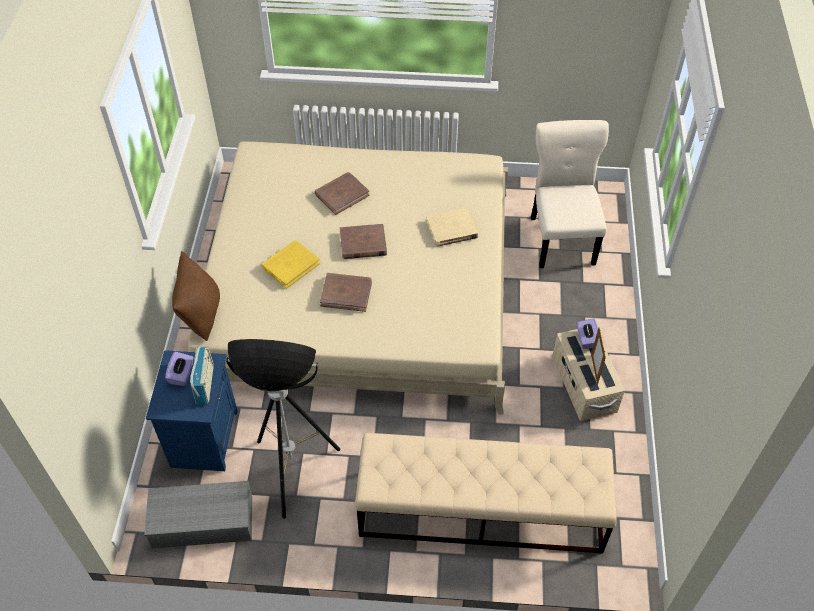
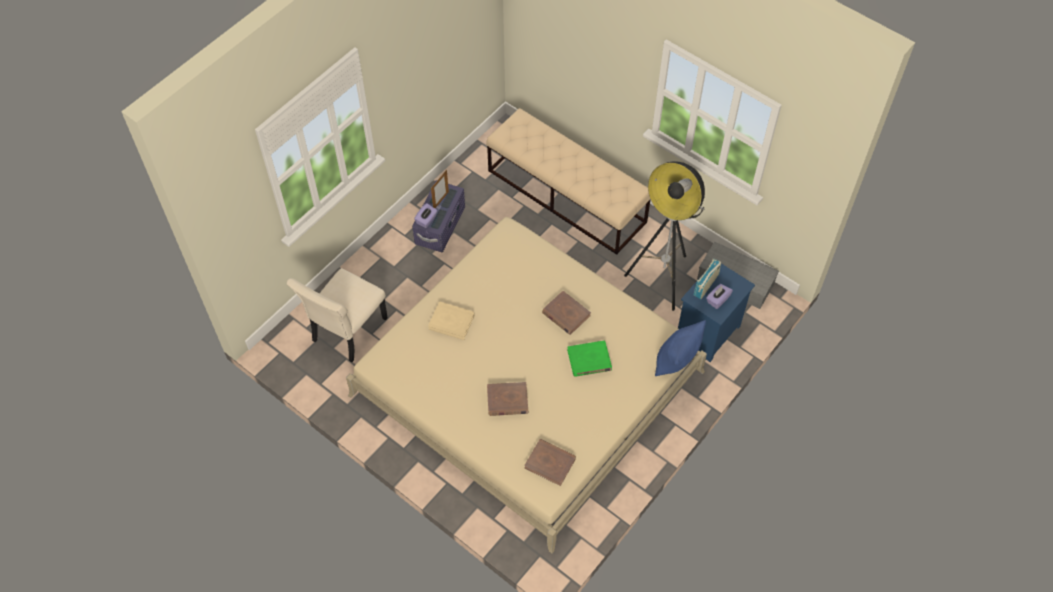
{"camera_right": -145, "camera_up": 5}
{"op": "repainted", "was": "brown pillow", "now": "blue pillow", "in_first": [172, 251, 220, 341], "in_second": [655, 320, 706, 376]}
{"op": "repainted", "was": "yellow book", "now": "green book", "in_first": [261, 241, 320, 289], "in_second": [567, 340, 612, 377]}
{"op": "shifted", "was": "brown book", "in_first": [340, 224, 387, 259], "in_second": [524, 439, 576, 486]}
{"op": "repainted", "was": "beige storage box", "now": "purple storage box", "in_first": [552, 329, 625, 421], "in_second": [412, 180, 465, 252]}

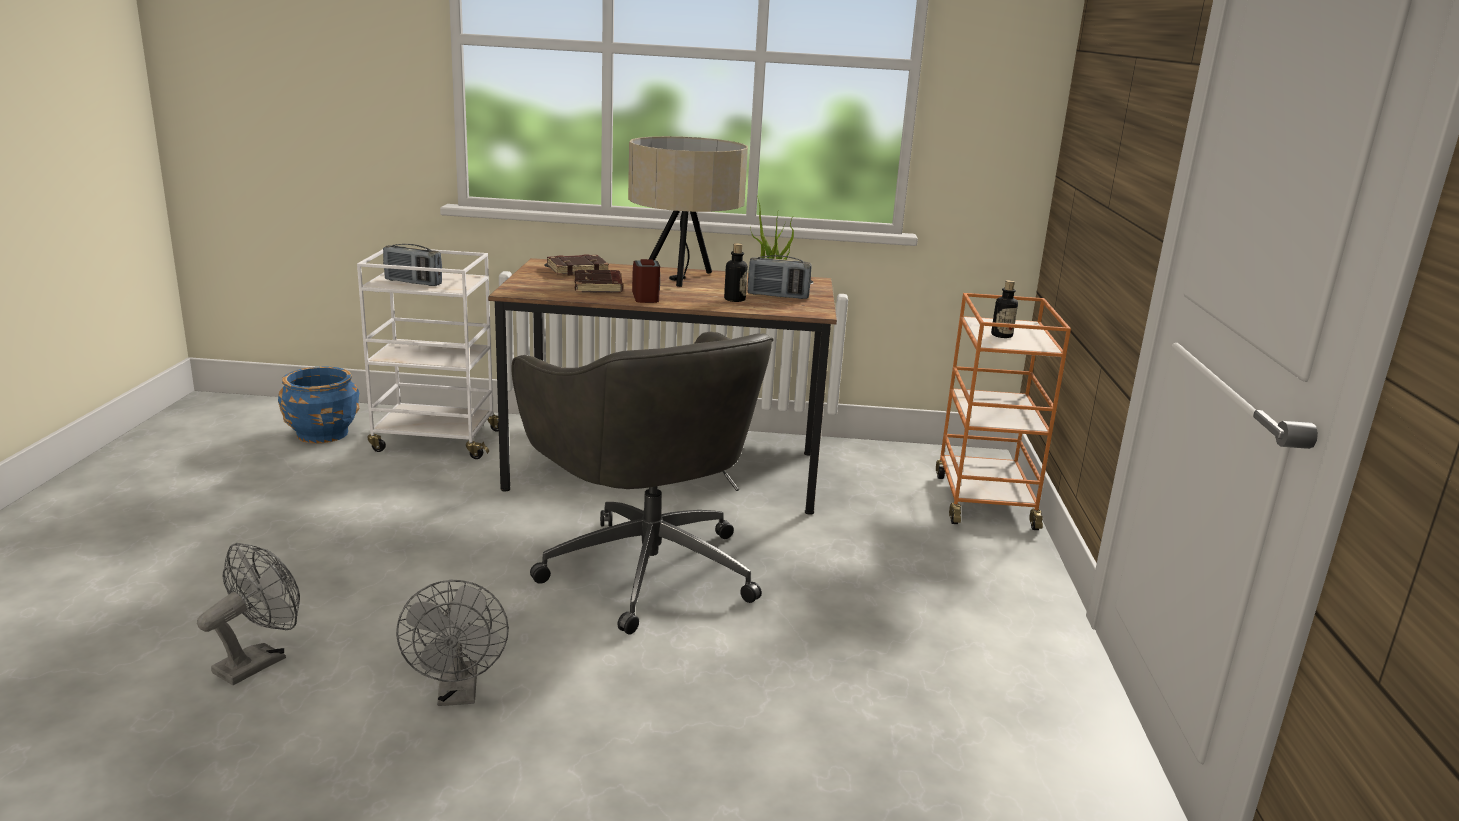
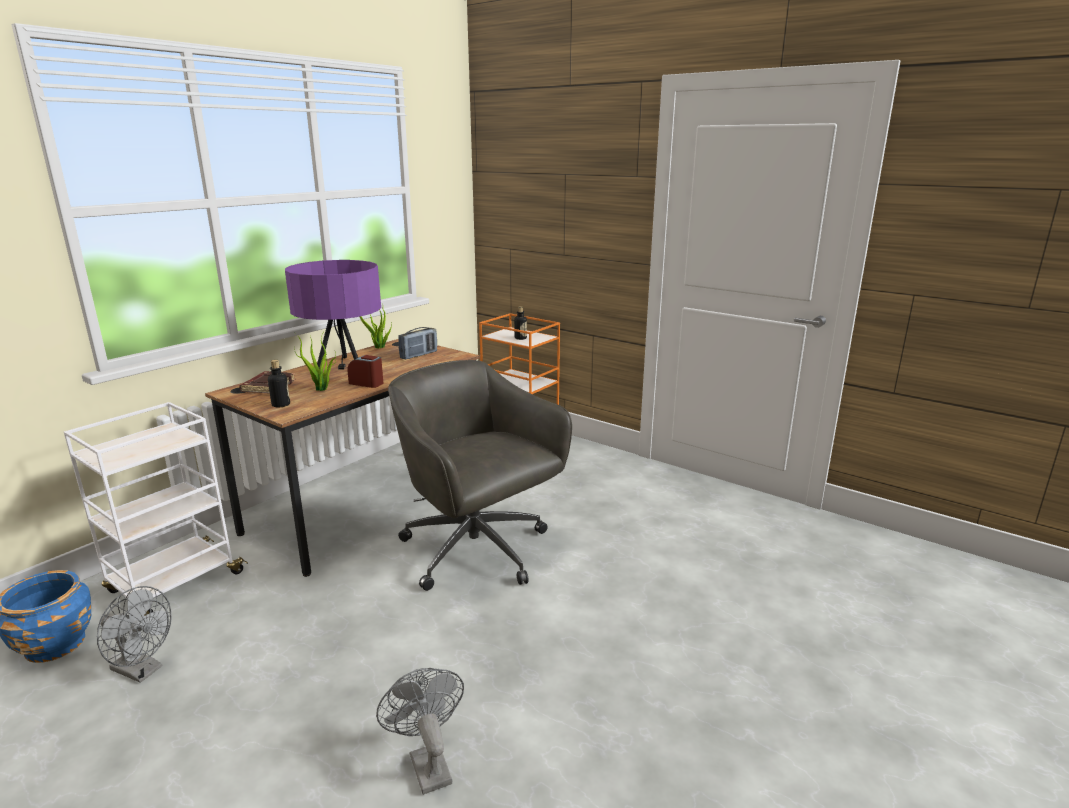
{"camera_right": -55, "camera_up": 0}
{"op": "gone", "was": "radio", "in_first": [383, 244, 442, 286]}
{"op": "shifted", "was": "grey fan", "in_first": [396, 580, 509, 706], "in_second": [97, 586, 172, 683]}
{"op": "rotated", "was": "grey office chair", "in_first": [512, 332, 774, 635], "in_second": [388, 360, 572, 591], "clockwise": -135}
{"op": "swapped", "was": "brown book", "now": "potted plant", "in_first": [575, 269, 623, 293], "in_second": [294, 334, 336, 391]}
{"op": "repainted", "was": "beige table lamp", "now": "purple table lamp", "in_first": [628, 136, 748, 287], "in_second": [285, 260, 381, 370]}
{"op": "shifted", "was": "bottle", "in_first": [724, 243, 748, 302], "in_second": [268, 360, 290, 407]}

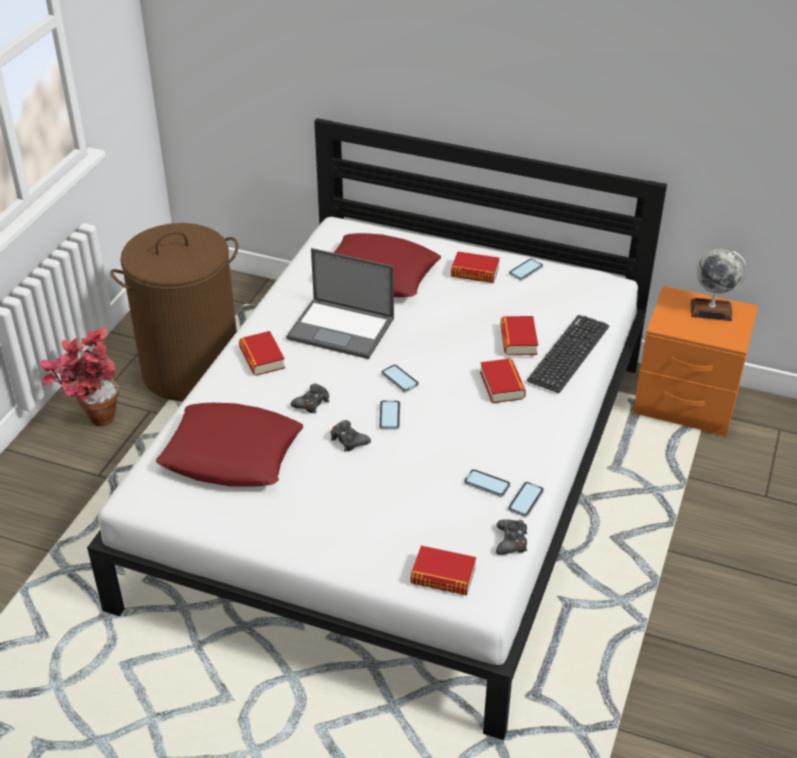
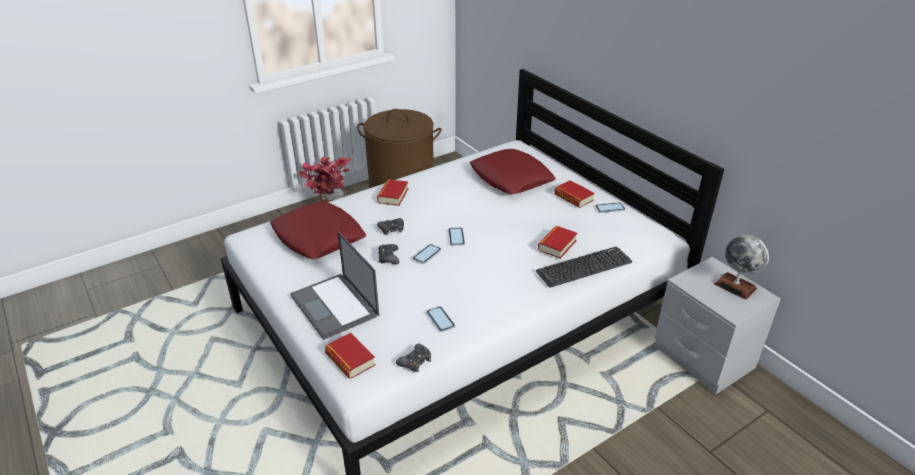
{"camera_right": 35, "camera_up": -5}
{"op": "shifted", "was": "laptop", "in_first": [286, 248, 394, 359], "in_second": [290, 231, 379, 340]}
{"op": "gone", "was": "book", "in_first": [480, 358, 526, 403]}
{"op": "gone", "was": "phone", "in_first": [508, 482, 544, 517]}
{"op": "repainted", "was": "orange nightstand", "now": "grey nightstand", "in_first": [633, 286, 758, 436], "in_second": [654, 257, 781, 395]}

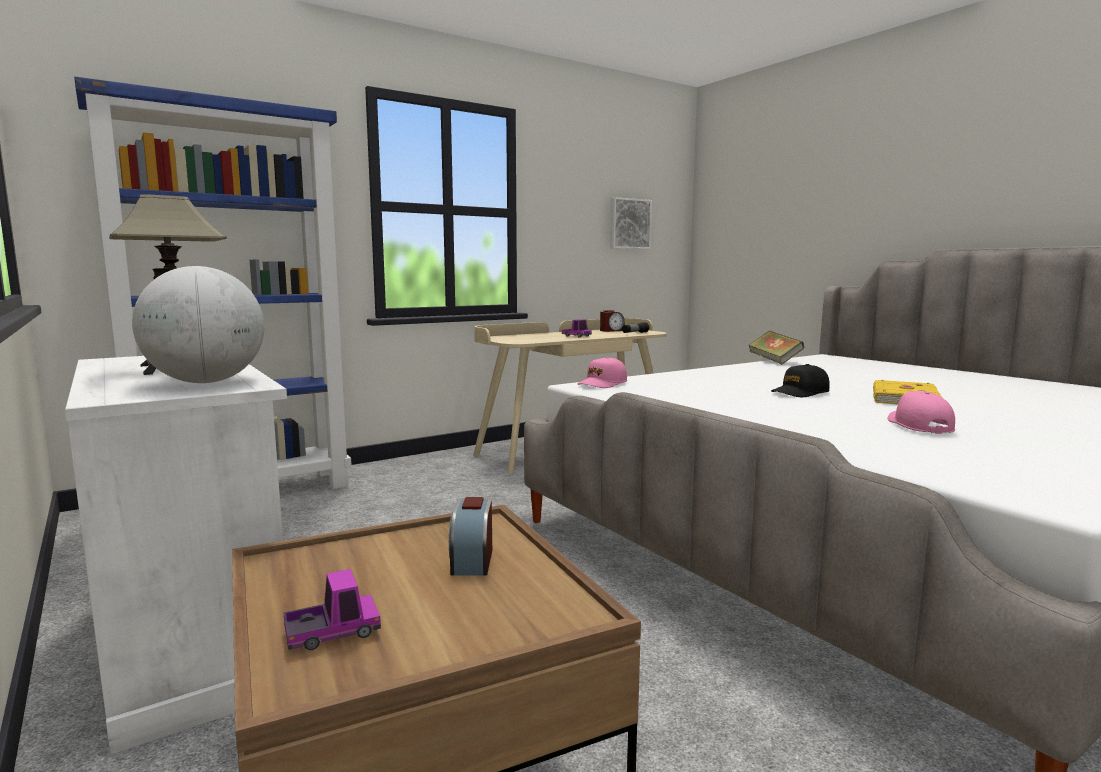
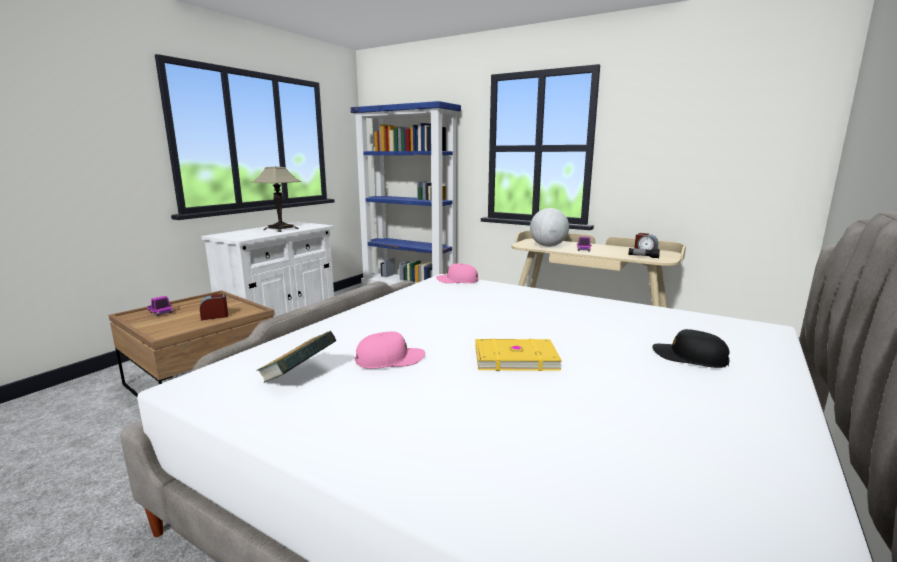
{"camera_right": 65, "camera_up": 5}
{"op": "shifted", "was": "globe", "in_first": [132, 266, 264, 383], "in_second": [530, 208, 569, 247]}
{"op": "gone", "was": "picture", "in_first": [610, 197, 652, 249]}
{"op": "shifted", "was": "book", "in_first": [748, 331, 804, 365], "in_second": [256, 331, 337, 383]}
{"op": "shifted", "was": "black cap", "in_first": [771, 364, 830, 397], "in_second": [652, 329, 730, 368]}

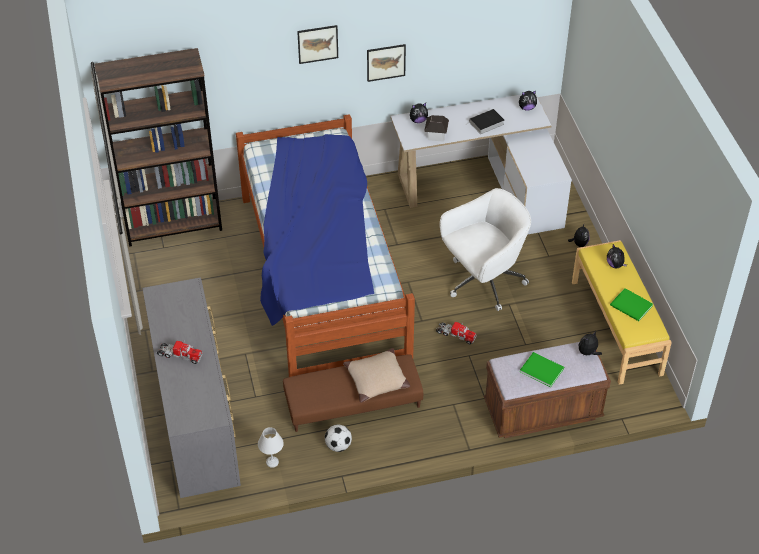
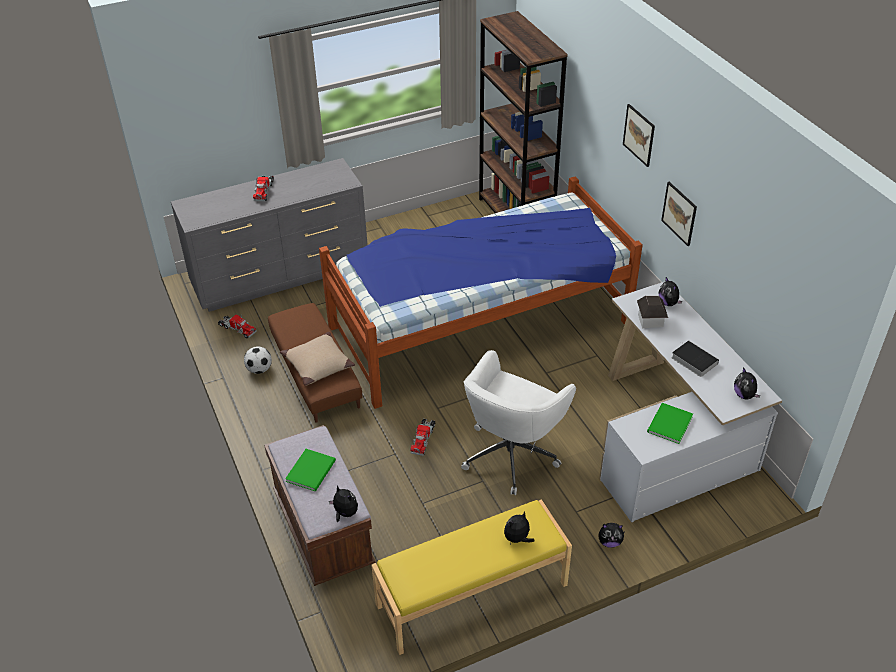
{"camera_right": 80, "camera_up": -5}
{"op": "swapped", "was": "white table lamp", "now": "toy truck", "in_first": [258, 427, 284, 468], "in_second": [218, 315, 257, 338]}
{"op": "rotated", "was": "white office chair", "in_first": [440, 188, 531, 311], "in_second": [461, 350, 576, 495], "clockwise": 75}
{"op": "shifted", "was": "green book", "in_first": [610, 288, 653, 321], "in_second": [647, 403, 693, 444]}

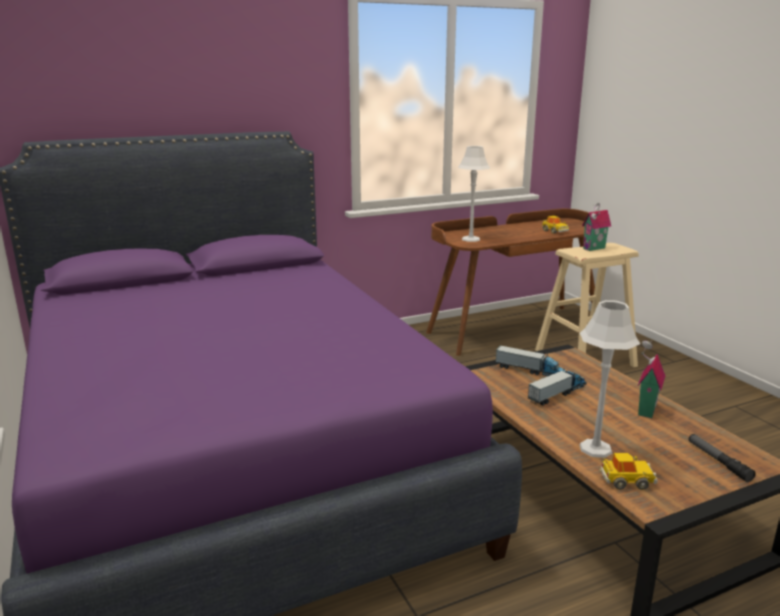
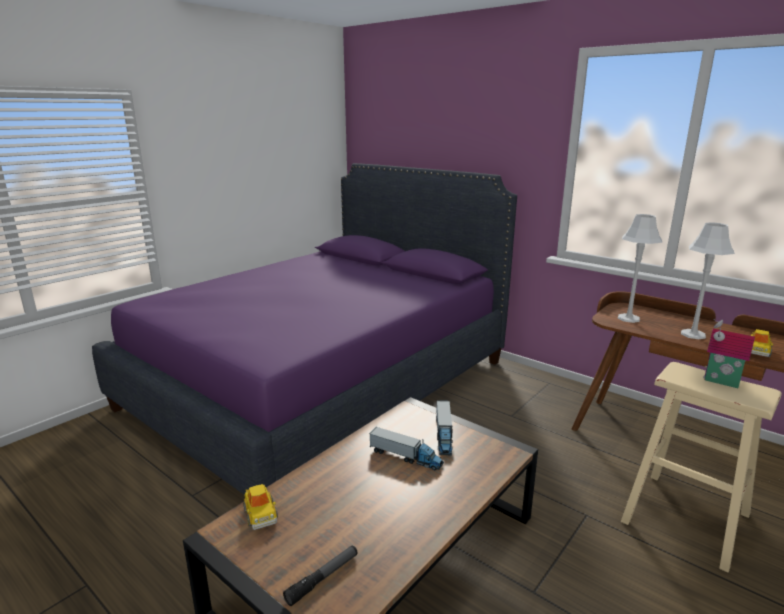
{"camera_right": 65, "camera_up": 0}
{"op": "shifted", "was": "grey table lamp", "in_first": [580, 300, 640, 458], "in_second": [681, 222, 735, 339]}
{"op": "gone", "was": "toy house", "in_first": [638, 341, 665, 418]}

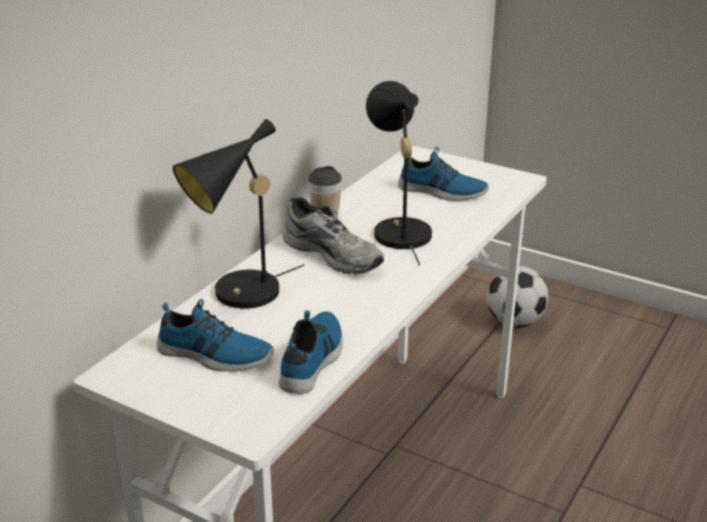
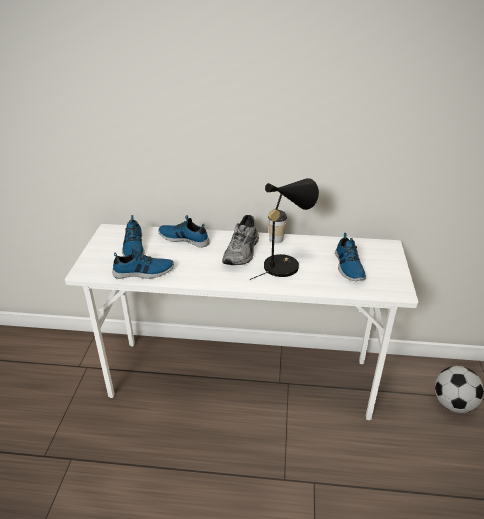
{"camera_right": 65, "camera_up": 5}
{"op": "swapped", "was": "black table lamp", "now": "shoe", "in_first": [173, 119, 304, 309], "in_second": [158, 215, 210, 248]}

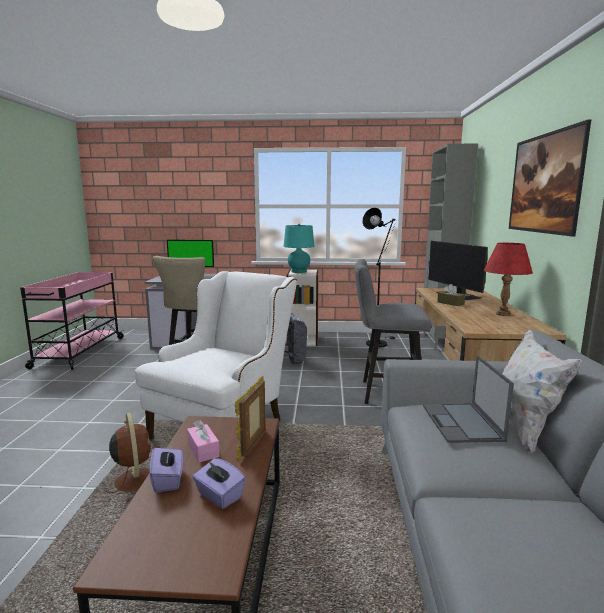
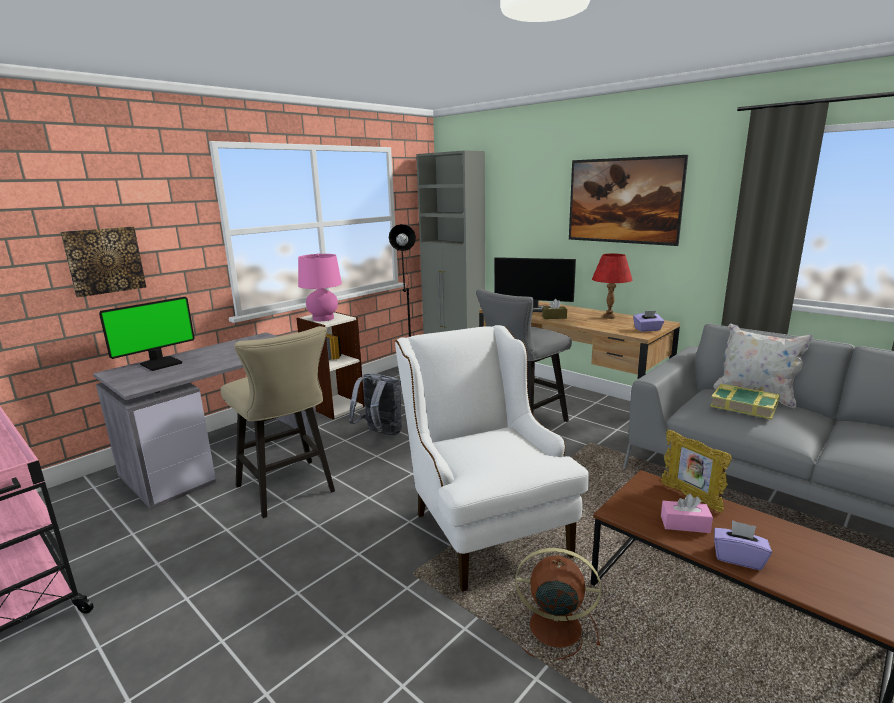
{"camera_right": -50, "camera_up": 5}
{"op": "shifted", "was": "purple tissue box", "in_first": [193, 458, 246, 509], "in_second": [633, 311, 664, 332]}
{"op": "repainted", "was": "turquoise table lamp", "now": "pink table lamp", "in_first": [284, 224, 315, 273], "in_second": [298, 253, 342, 321]}
{"op": "swapped", "was": "laptop", "now": "book", "in_first": [423, 355, 514, 443], "in_second": [710, 384, 780, 420]}
{"op": "new", "now": "picture", "in_second": [60, 227, 146, 297]}

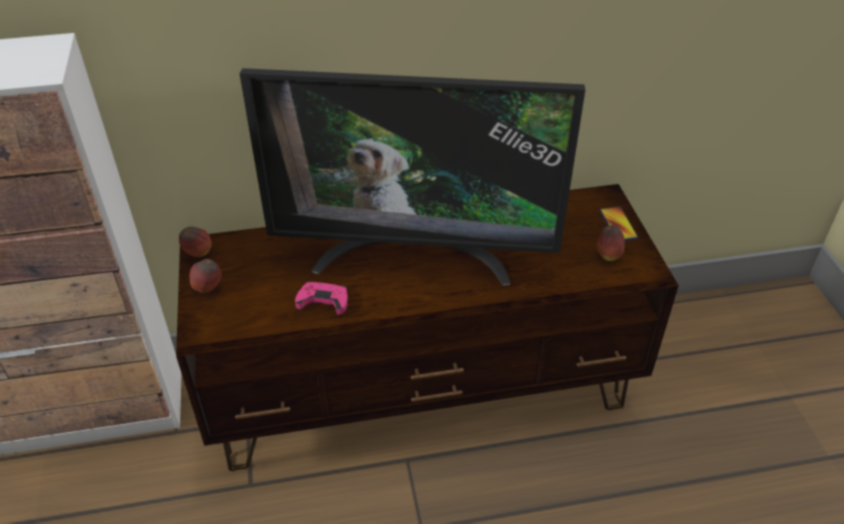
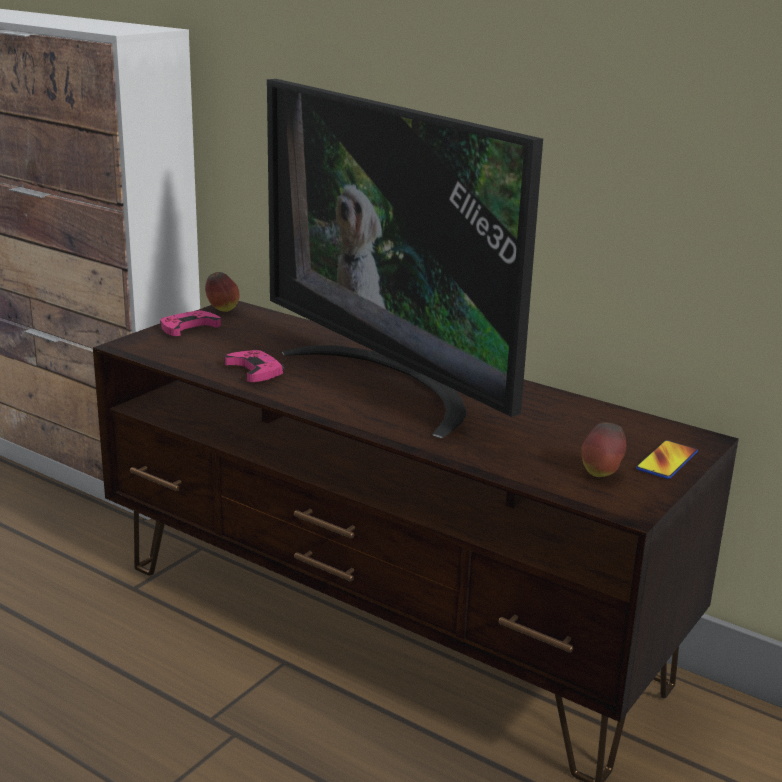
{"camera_right": 45, "camera_up": -20}
{"op": "swapped", "was": "apple", "now": "pink game controller", "in_first": [189, 259, 221, 293], "in_second": [160, 310, 221, 336]}

